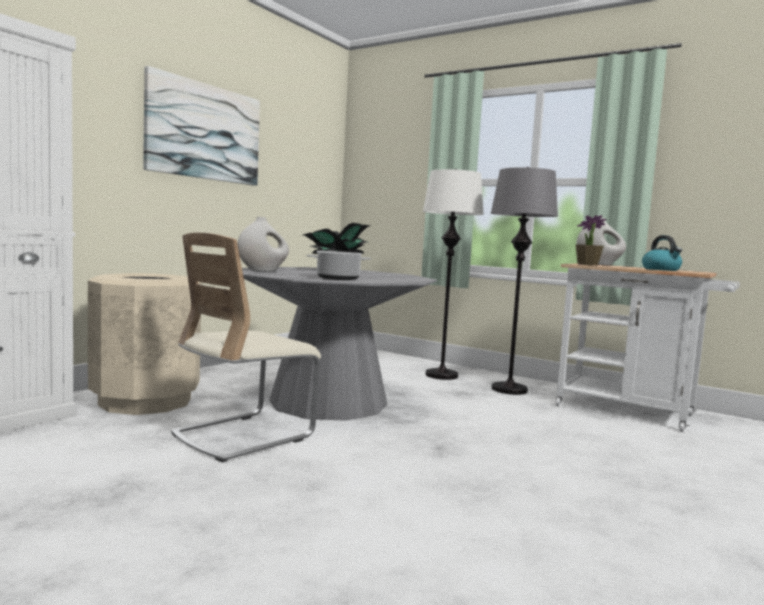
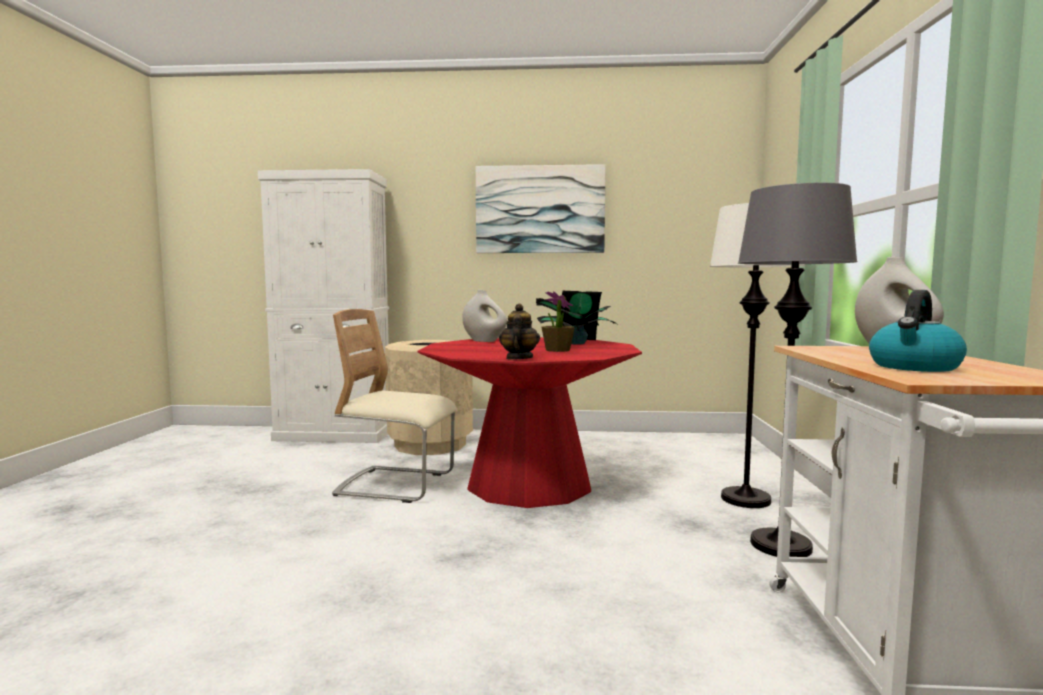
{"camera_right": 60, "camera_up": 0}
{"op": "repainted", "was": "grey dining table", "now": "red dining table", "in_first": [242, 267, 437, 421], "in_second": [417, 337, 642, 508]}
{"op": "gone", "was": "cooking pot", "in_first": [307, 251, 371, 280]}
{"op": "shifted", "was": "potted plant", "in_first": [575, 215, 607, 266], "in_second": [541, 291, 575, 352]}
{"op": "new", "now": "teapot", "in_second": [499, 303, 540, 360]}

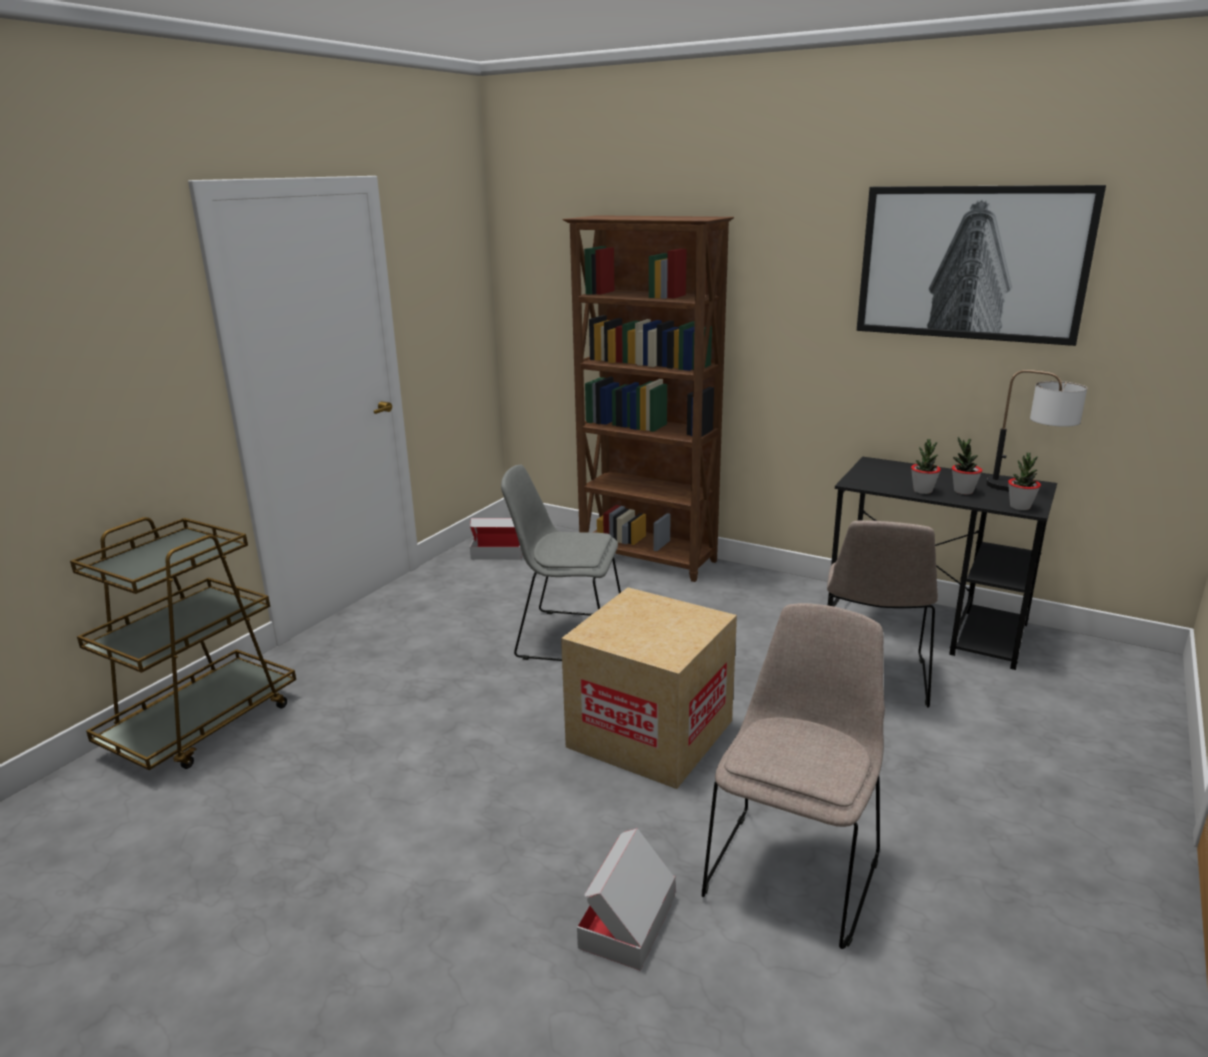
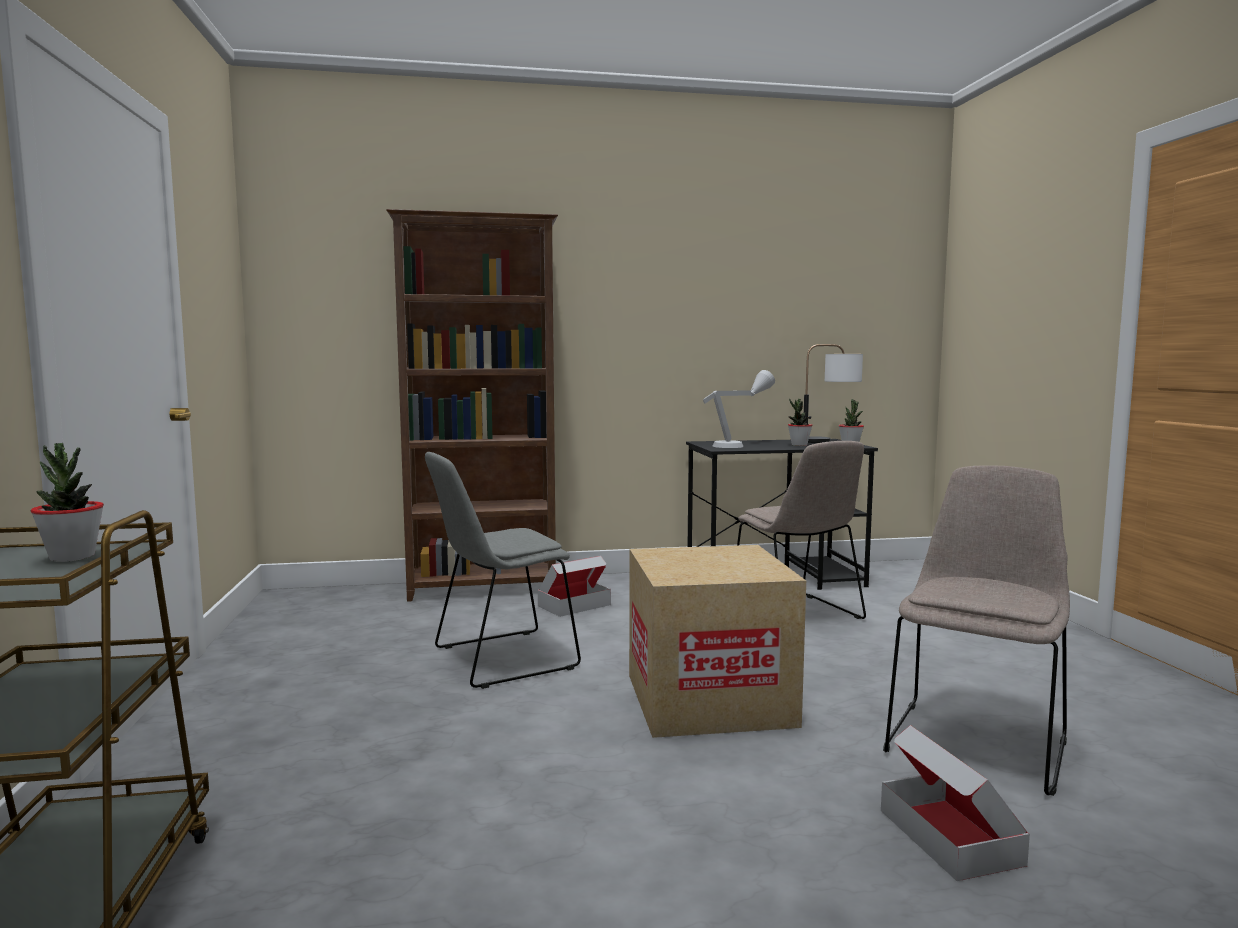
{"camera_right": -40, "camera_up": -15}
{"op": "shifted", "was": "cardboard box", "in_first": [470, 518, 522, 560], "in_second": [538, 556, 611, 617]}
{"op": "rotated", "was": "beige chair", "in_first": [702, 603, 885, 949], "in_second": [883, 465, 1070, 796], "clockwise": 45}
{"op": "gone", "was": "picture", "in_first": [856, 185, 1106, 346]}
{"op": "shifted", "was": "potted plant", "in_first": [911, 439, 941, 494], "in_second": [31, 443, 104, 562]}
{"op": "new", "now": "grey table lamp", "in_second": [703, 370, 775, 448]}

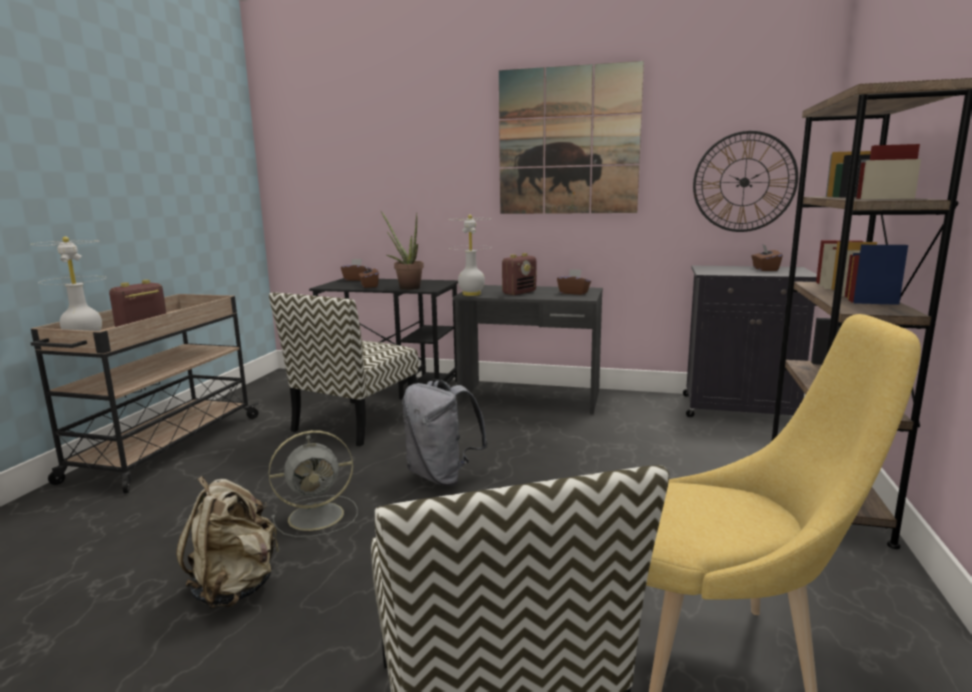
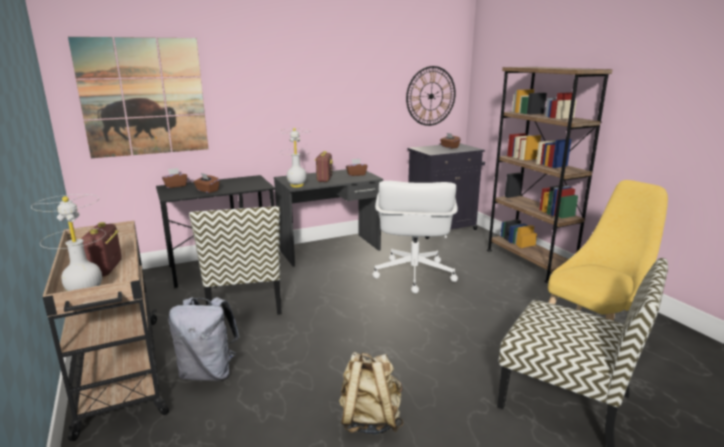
{"camera_right": -40, "camera_up": 5}
{"op": "gone", "was": "grey fan", "in_first": [268, 430, 358, 537]}
{"op": "gone", "was": "potted plant", "in_first": [381, 211, 424, 290]}
{"op": "shifted", "was": "grey backpack", "in_first": [402, 379, 488, 486], "in_second": [168, 297, 240, 381]}
{"op": "shifted", "was": "picture", "in_first": [499, 61, 644, 214], "in_second": [68, 37, 208, 158]}
{"op": "new", "now": "white office chair", "in_second": [372, 181, 458, 293]}

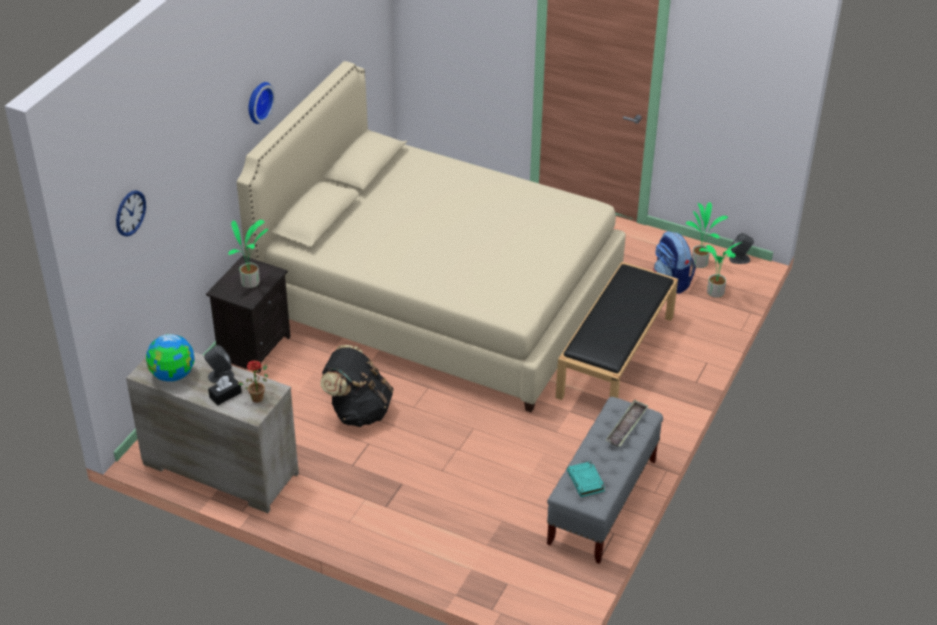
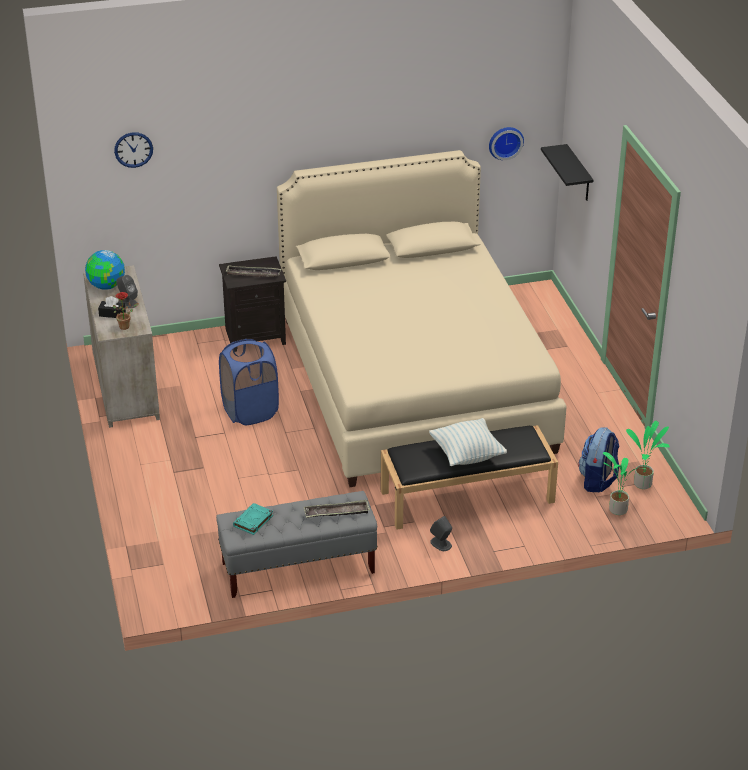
{"camera_right": 50, "camera_up": -5}
{"op": "swapped", "was": "potted plant", "now": "tray", "in_first": [228, 220, 268, 288], "in_second": [225, 265, 281, 277]}
{"op": "shifted", "was": "wall clock", "in_first": [248, 82, 275, 124], "in_second": [489, 127, 524, 160]}
{"op": "swapped", "was": "black backpack", "now": "blue laundry basket", "in_first": [320, 345, 393, 427], "in_second": [219, 339, 279, 425]}
{"op": "shifted", "was": "grey speaker", "in_first": [729, 233, 754, 264], "in_second": [430, 516, 452, 551]}
{"op": "new", "now": "pillow", "in_second": [429, 418, 507, 466]}
{"op": "new", "now": "black shelf", "in_second": [541, 144, 594, 201]}

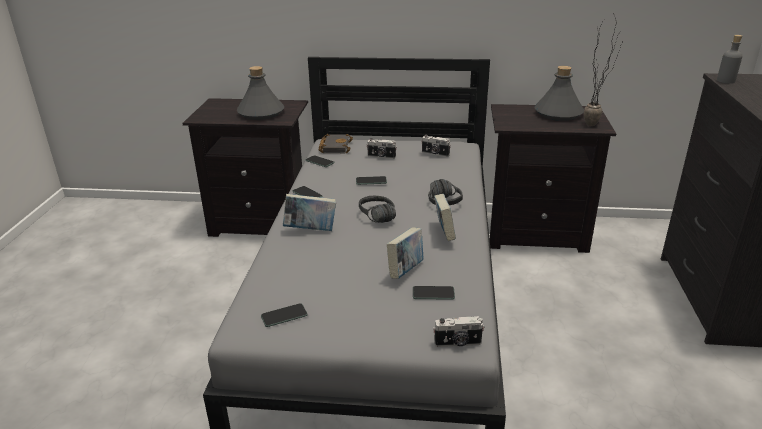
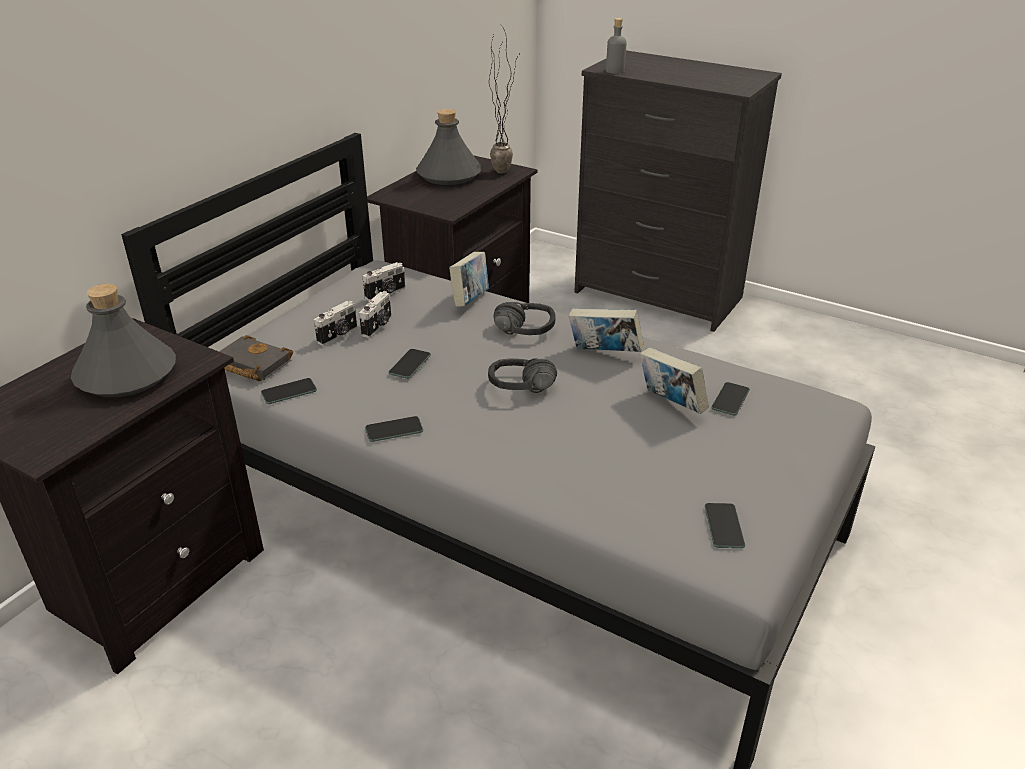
{"camera_right": -65, "camera_up": 5}
{"op": "shifted", "was": "book", "in_first": [283, 194, 336, 231], "in_second": [449, 252, 489, 307]}
{"op": "shifted", "was": "photo camera", "in_first": [433, 316, 484, 347], "in_second": [359, 291, 391, 338]}

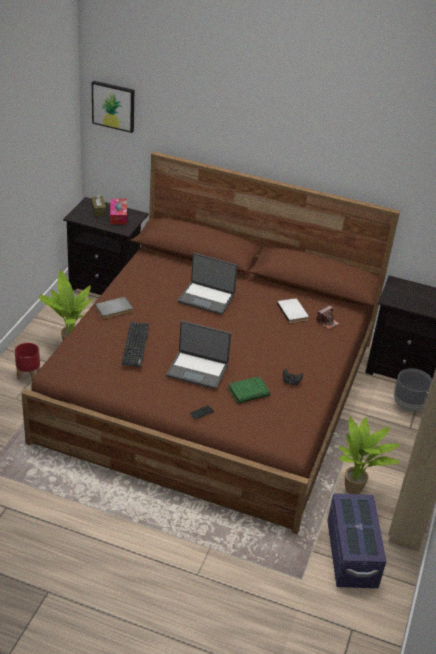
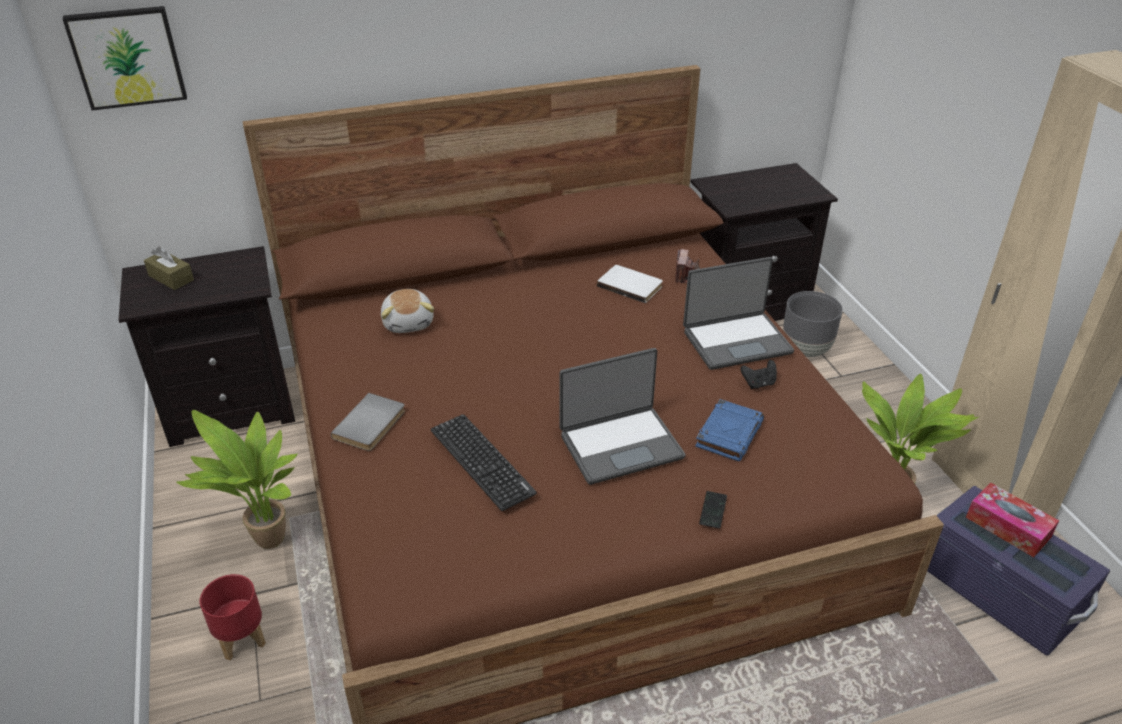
{"camera_right": -35, "camera_up": 0}
{"op": "shifted", "was": "tissue box", "in_first": [110, 199, 127, 224], "in_second": [966, 482, 1059, 557]}
{"op": "shifted", "was": "laptop", "in_first": [178, 253, 238, 315], "in_second": [683, 257, 794, 370]}
{"op": "repainted", "was": "green book", "now": "blue book", "in_first": [228, 376, 270, 404], "in_second": [695, 399, 764, 461]}
{"op": "new", "now": "plush toy", "in_second": [381, 289, 434, 333]}

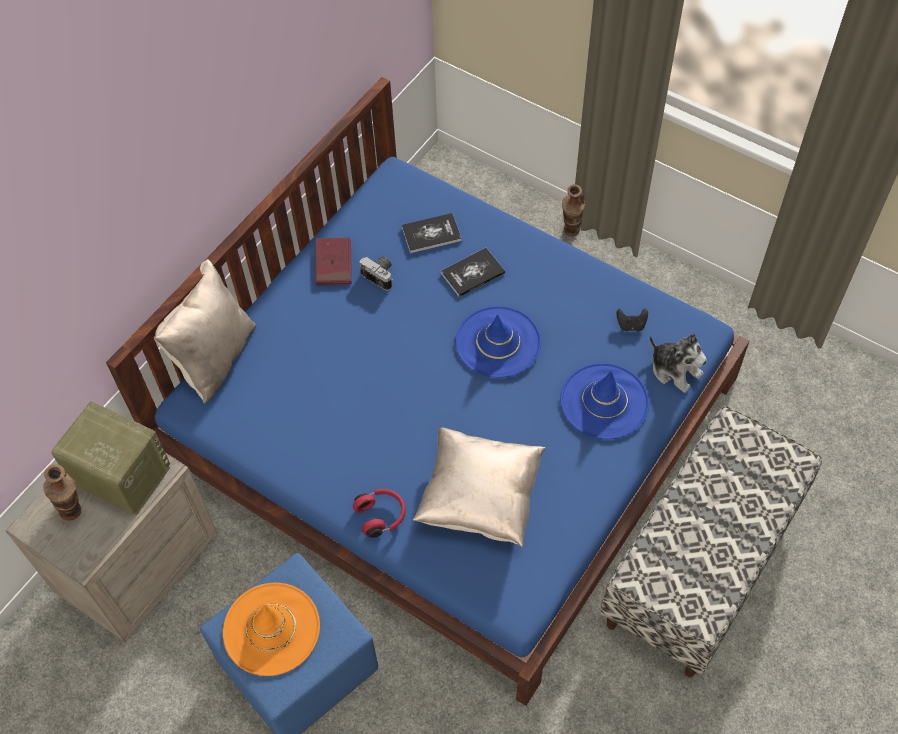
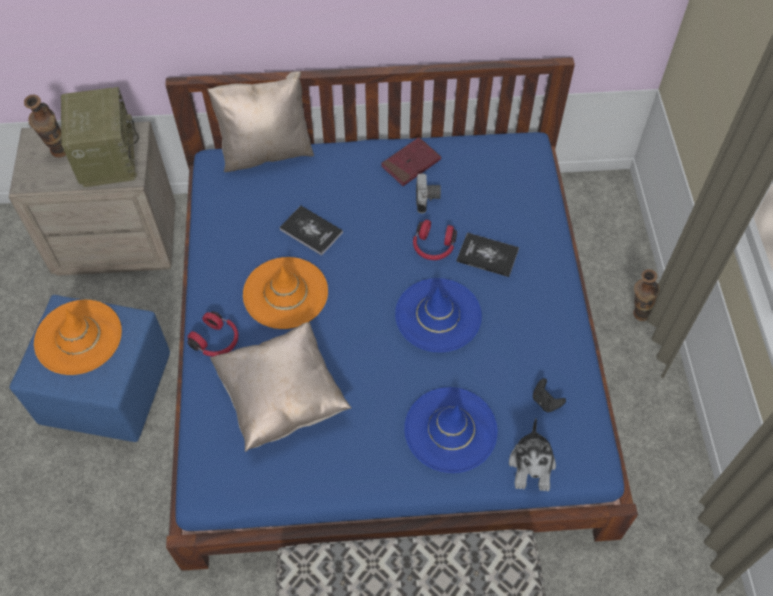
{"camera_right": 50, "camera_up": 0}
{"op": "shifted", "was": "book", "in_first": [401, 213, 462, 253], "in_second": [279, 206, 343, 256]}
{"op": "new", "now": "orange hat", "in_second": [243, 257, 328, 329]}
{"op": "new", "now": "red headphones", "in_second": [413, 220, 457, 260]}

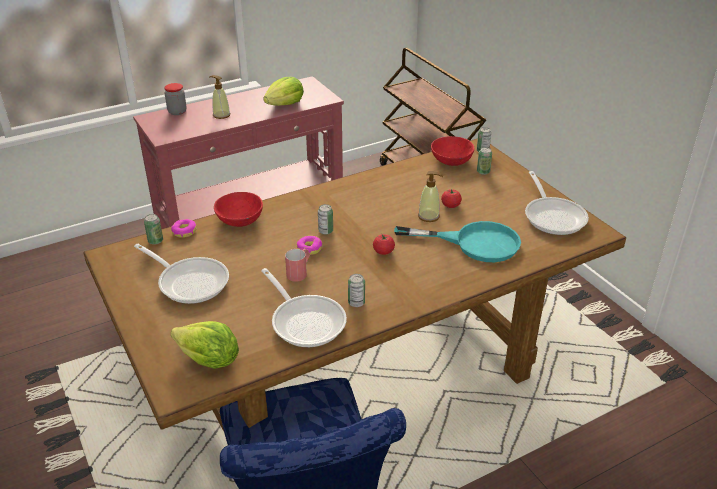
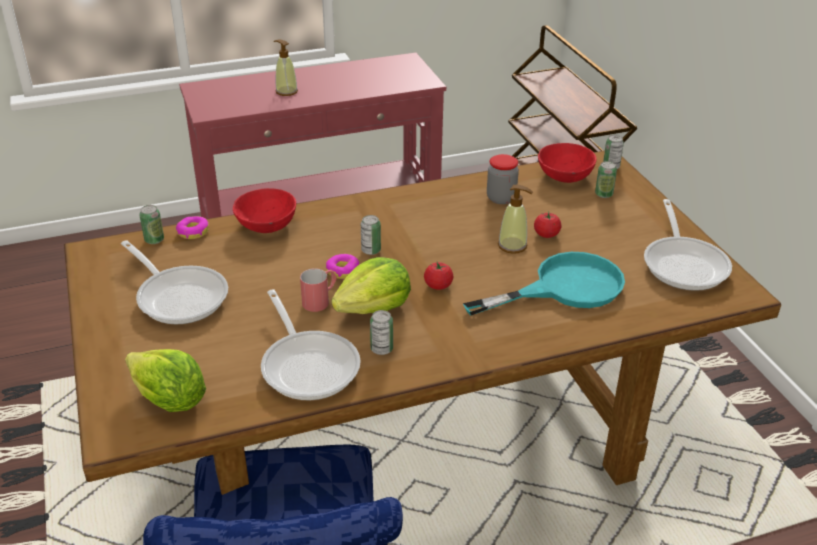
{"camera_right": 10, "camera_up": 0}
{"op": "shifted", "was": "jar", "in_first": [164, 83, 187, 115], "in_second": [487, 154, 519, 204]}
{"op": "shifted", "was": "lettuce", "in_first": [264, 77, 304, 106], "in_second": [331, 257, 411, 314]}
{"op": "rotated", "was": "turquoise frying pan", "in_first": [394, 221, 521, 262], "in_second": [463, 252, 625, 315], "clockwise": -45}

